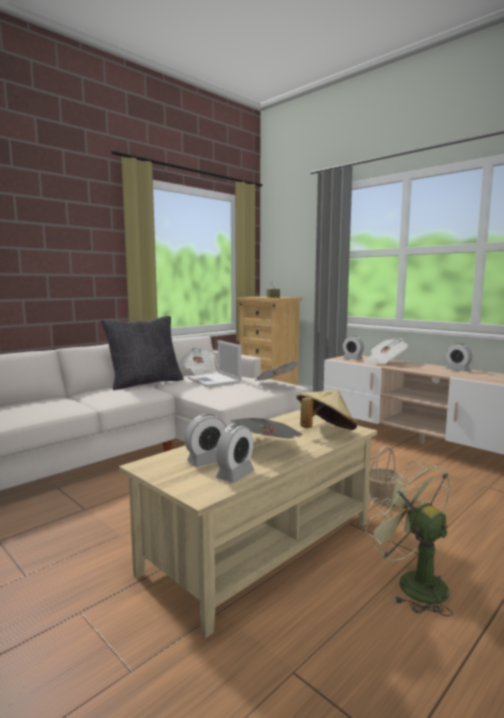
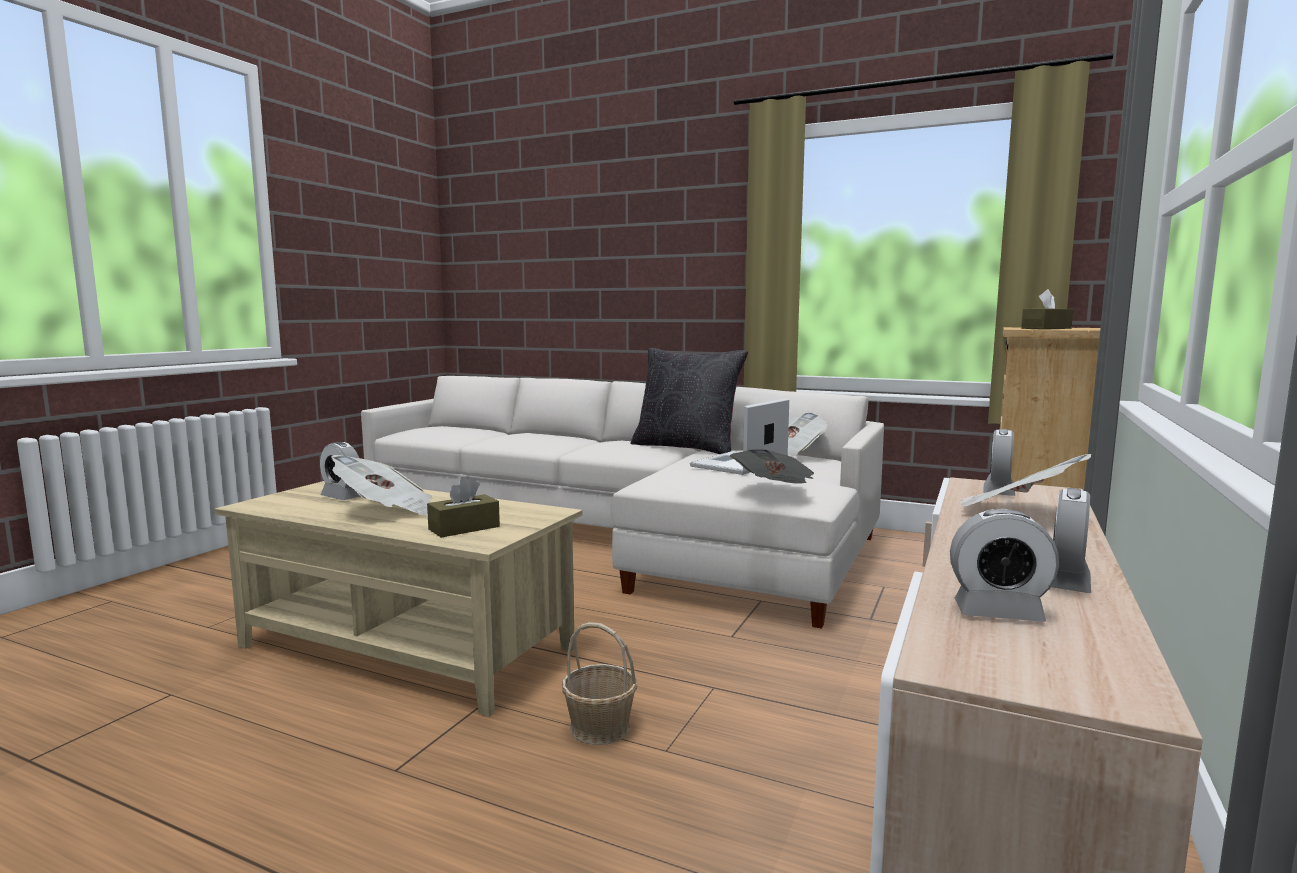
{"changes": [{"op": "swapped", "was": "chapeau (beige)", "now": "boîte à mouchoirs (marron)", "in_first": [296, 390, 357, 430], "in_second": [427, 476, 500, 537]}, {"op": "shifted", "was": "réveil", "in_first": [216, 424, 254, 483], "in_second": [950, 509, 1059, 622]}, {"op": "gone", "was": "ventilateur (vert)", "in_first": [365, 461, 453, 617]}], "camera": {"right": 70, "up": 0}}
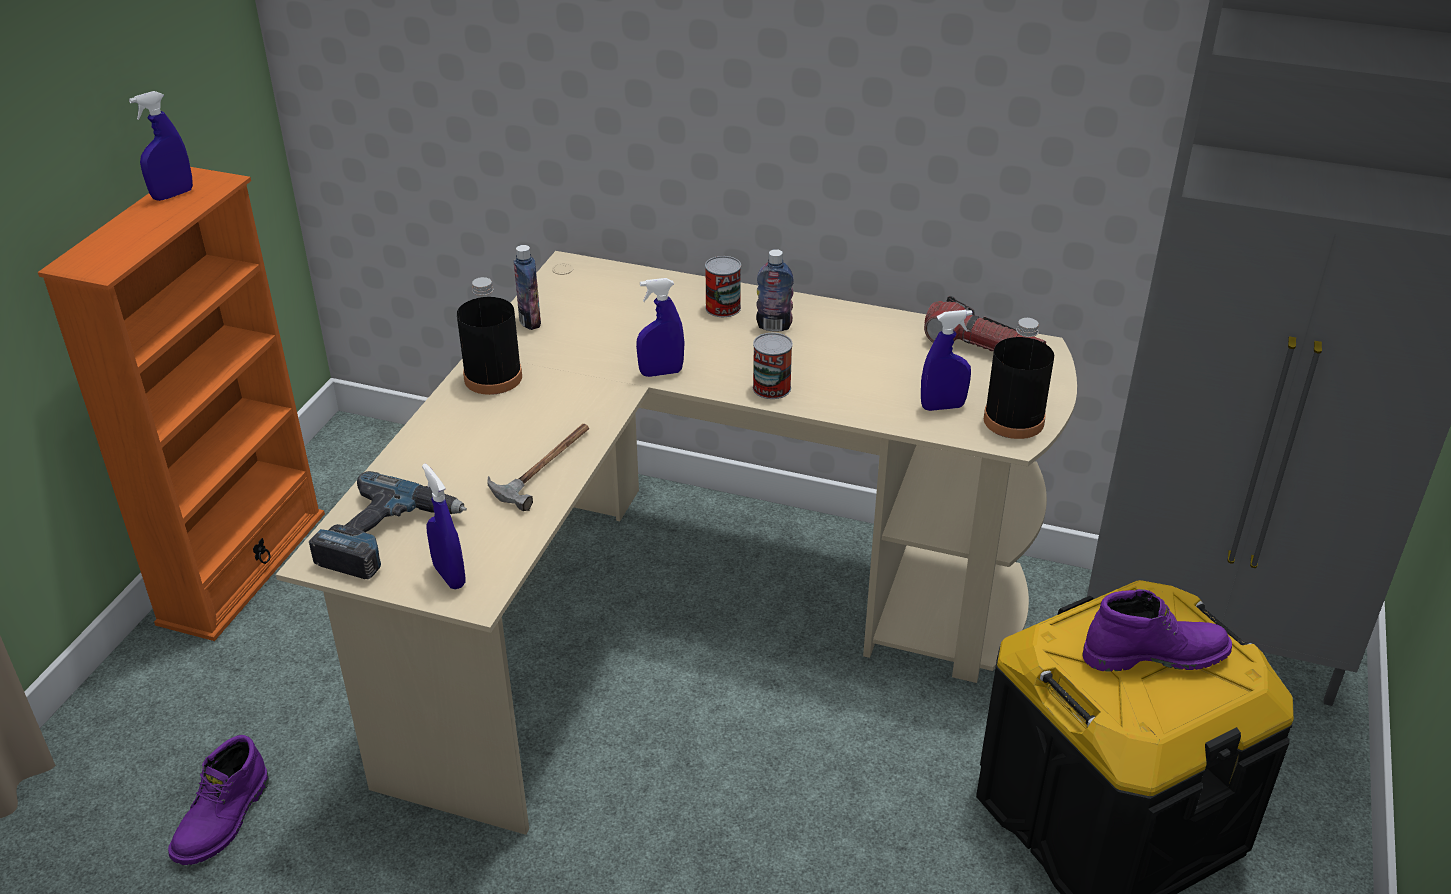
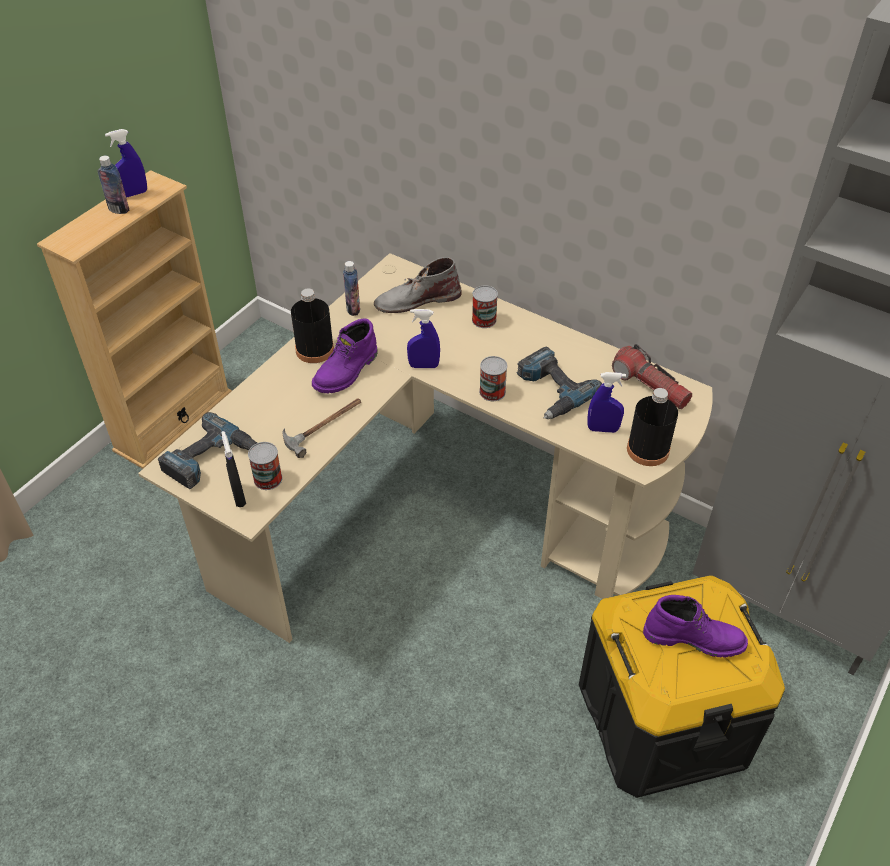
{"changes": [{"op": "repainted", "was": "bibliothèque (orange)", "now": "bibliothèque (beige)", "in_first": [38, 167, 325, 641], "in_second": [37, 170, 232, 469]}, {"op": "shifted", "was": "bouteille", "in_first": [756, 249, 794, 331], "in_second": [98, 156, 129, 214]}, {"op": "repainted", "was": "vaporisateur (bleu)", "now": "vaporisateur (noir)", "in_first": [422, 464, 465, 589], "in_second": [221, 431, 246, 507]}, {"op": "shifted", "was": "botte (violet)", "in_first": [168, 735, 269, 865], "in_second": [312, 319, 377, 393]}, {"op": "new", "now": "botte (gris)", "in_second": [374, 257, 461, 313]}, {"op": "new", "now": "perceuse", "in_second": [517, 347, 602, 419]}, {"op": "new", "now": "boîte métallique", "in_second": [248, 442, 282, 490]}], "camera": {"right": 15, "up": 10}}
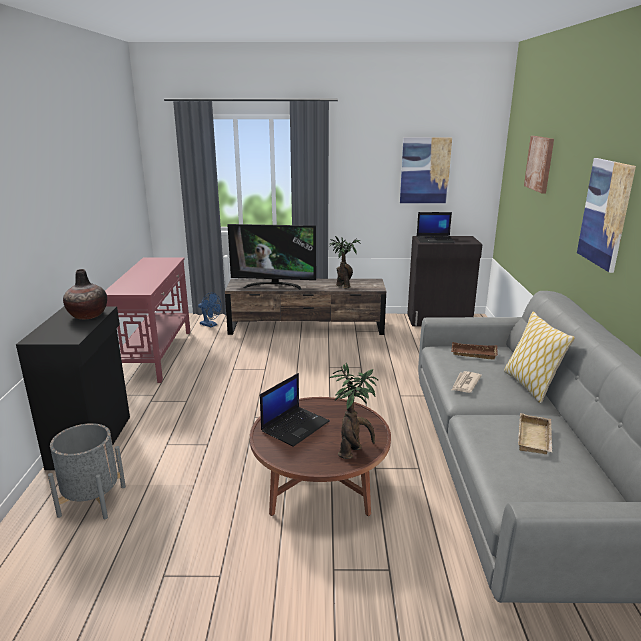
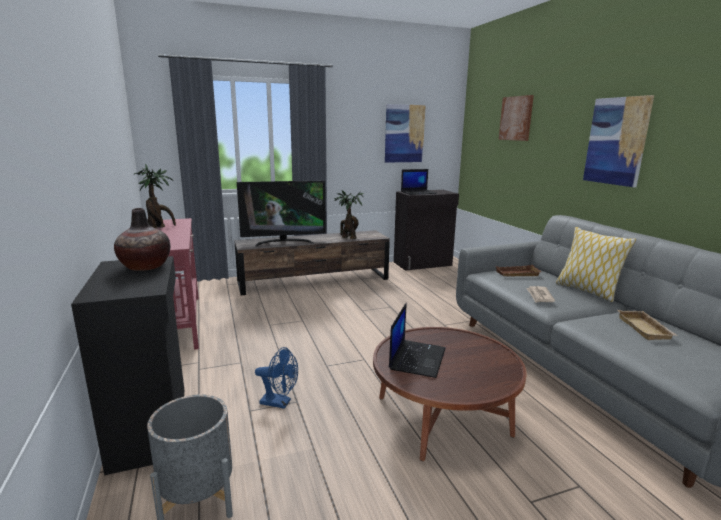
{"changes": [{"op": "shifted", "was": "ventilateur (bleu)", "in_first": [198, 293, 222, 327], "in_second": [255, 347, 298, 409]}, {"op": "shifted", "was": "plante en pot", "in_first": [329, 363, 379, 459], "in_second": [134, 164, 176, 229]}], "camera": {"right": -20, "up": -5}}
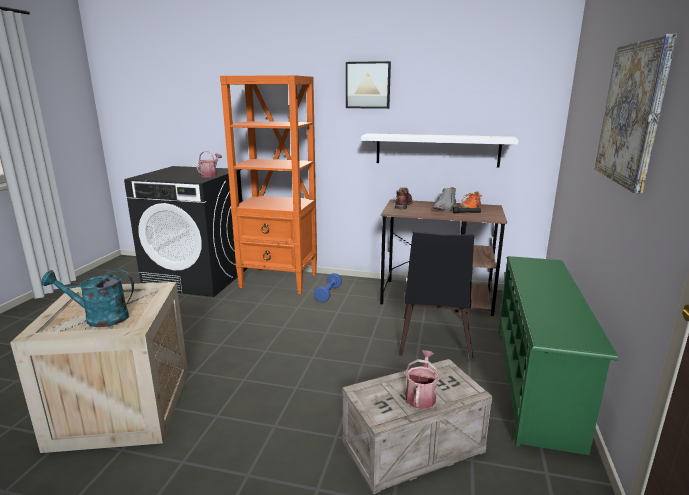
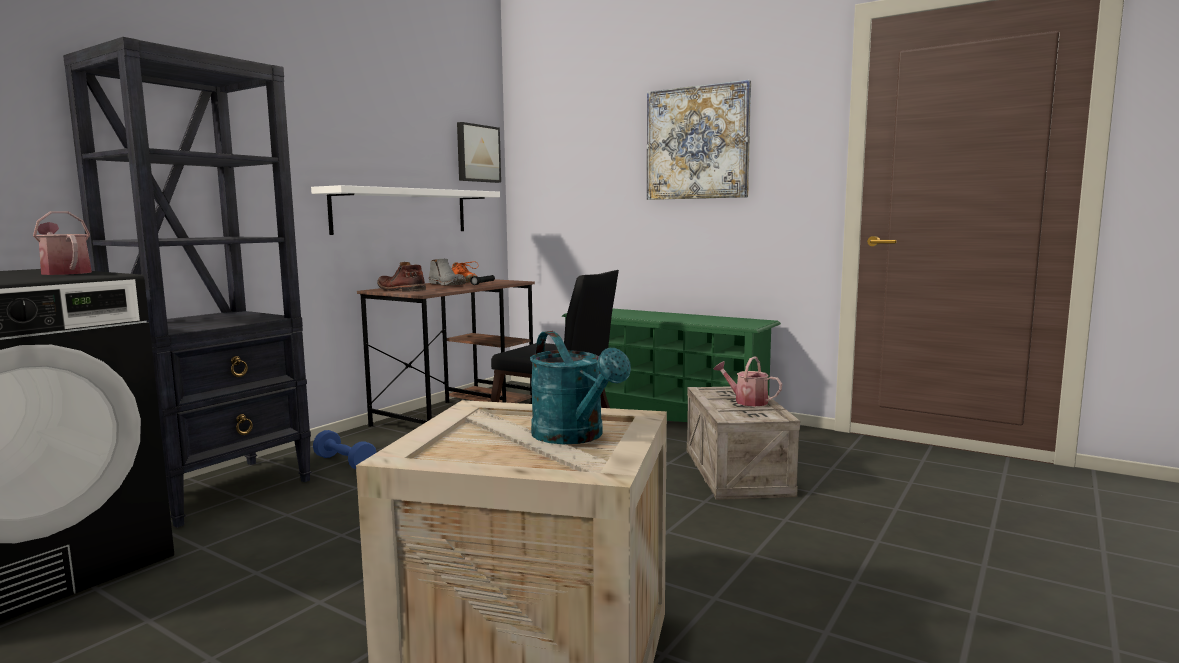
{"changes": [{"op": "shifted", "was": "tableau", "in_first": [346, 61, 391, 109], "in_second": [457, 122, 501, 183]}, {"op": "repainted", "was": "bibliothèque (orange)", "now": "bibliothèque (noir)", "in_first": [220, 75, 317, 294], "in_second": [63, 37, 311, 528]}, {"op": "rotated", "was": "arrosoir (turquoise)", "in_first": [41, 269, 134, 327], "in_second": [530, 331, 631, 444], "clockwise": -45}], "camera": {"right": -70, "up": -10}}
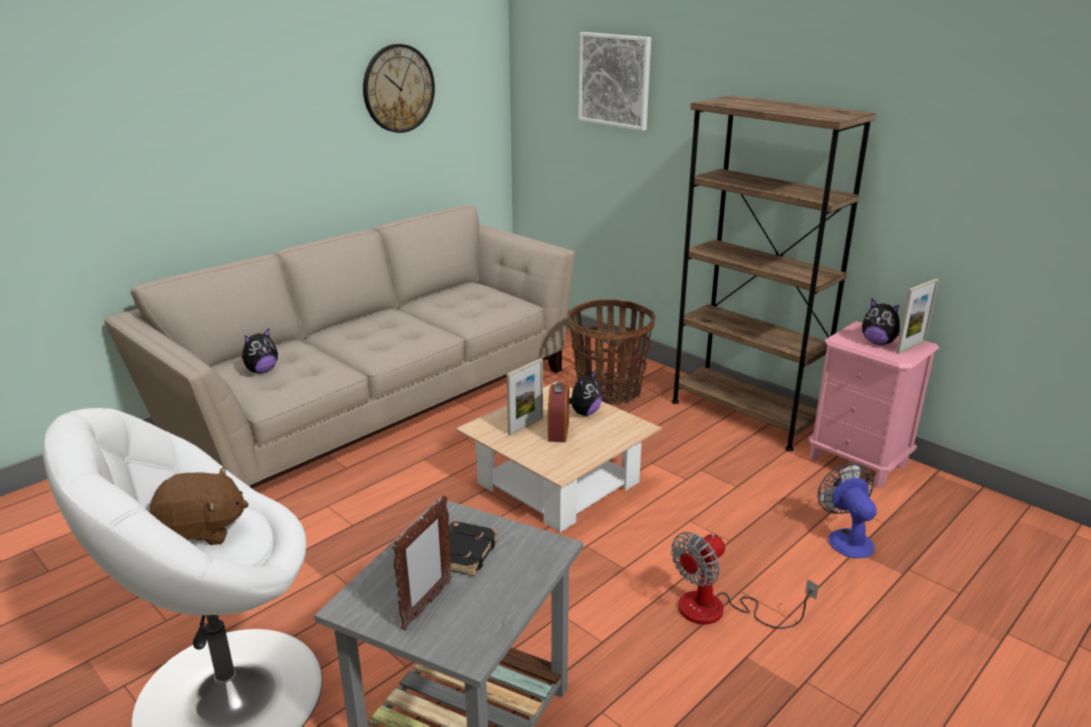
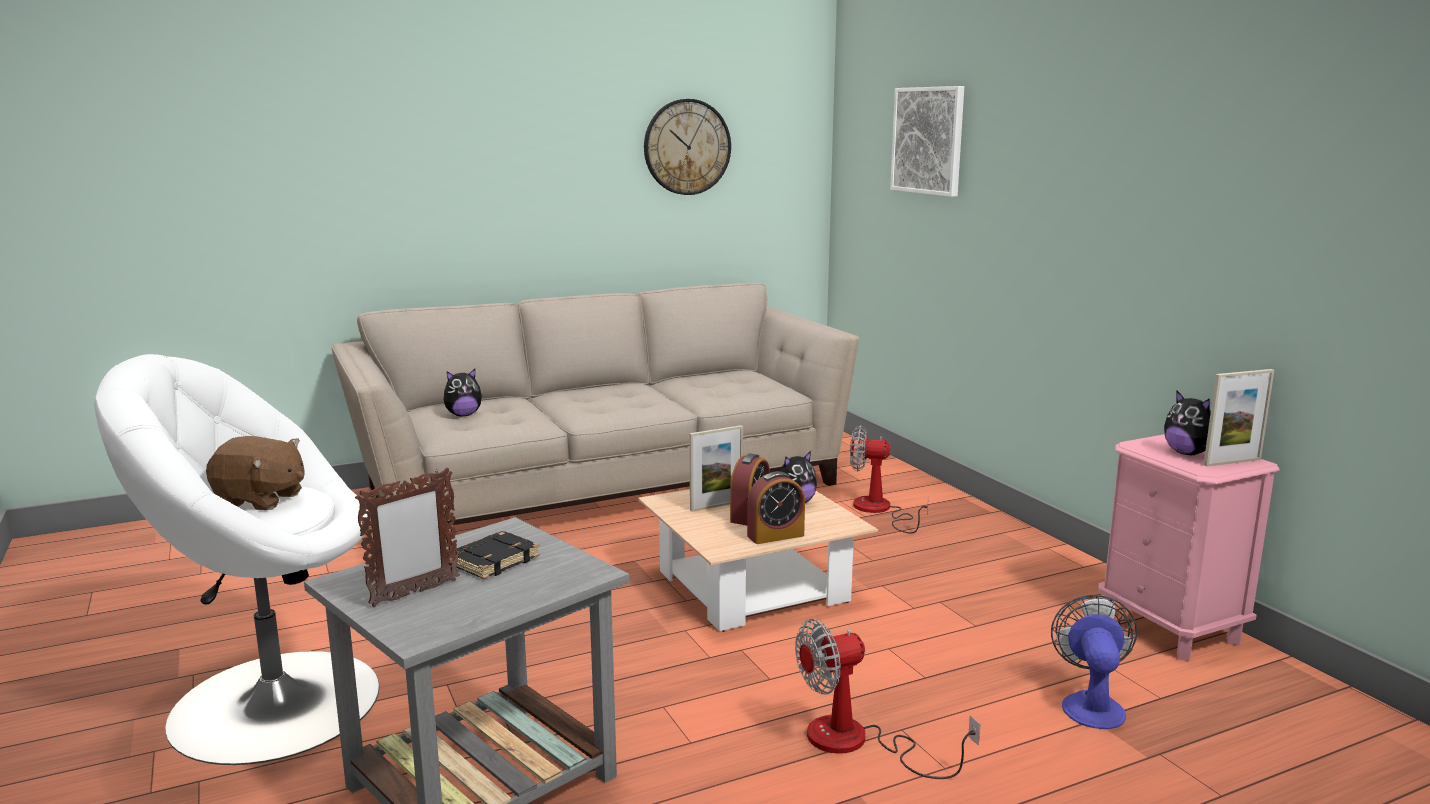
{"changes": [{"op": "gone", "was": "bibliothèque (marron)", "in_first": [671, 95, 877, 451]}, {"op": "swapped", "was": "panier", "now": "ventilateur", "in_first": [568, 299, 655, 405], "in_second": [850, 426, 928, 534]}, {"op": "new", "now": "réveil", "in_second": [747, 471, 805, 544]}], "camera": {"right": 20, "up": -10}}
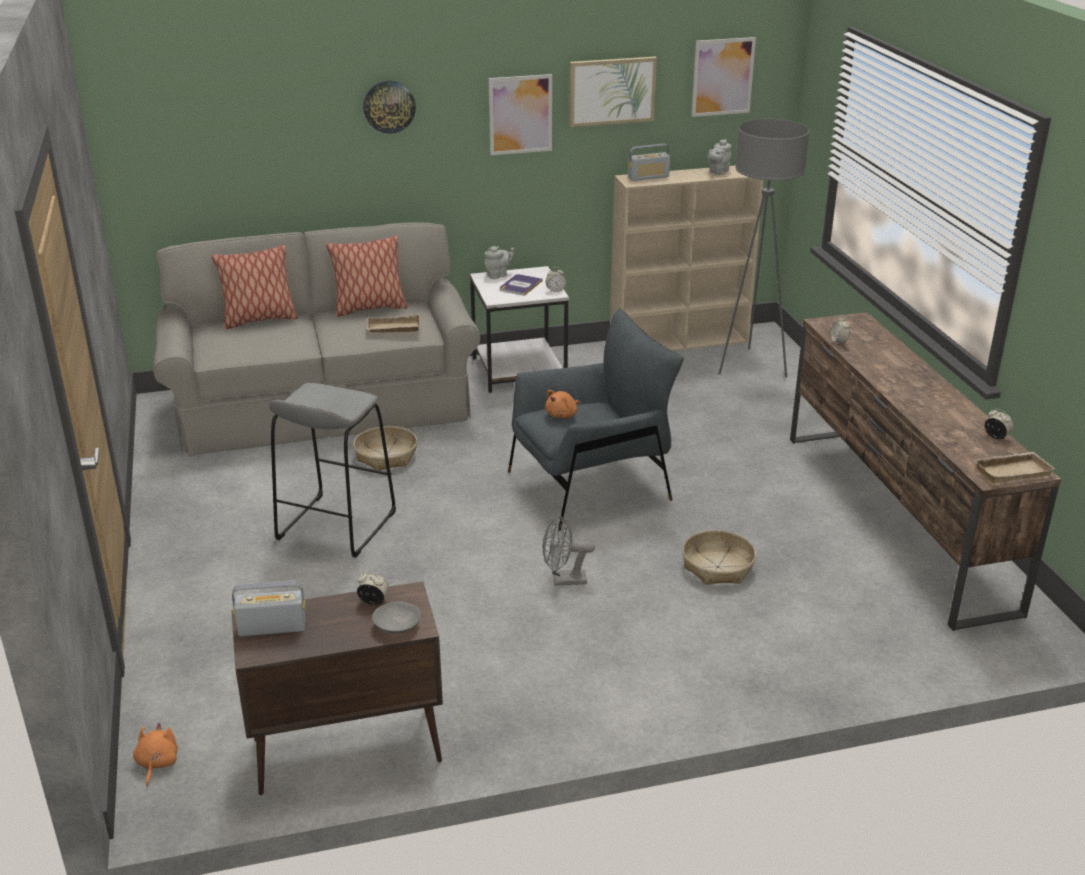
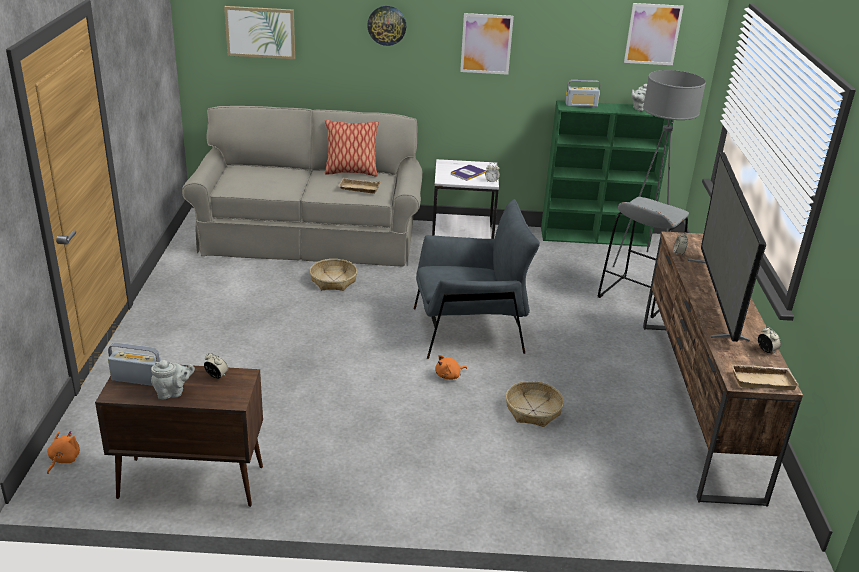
{"changes": [{"op": "shifted", "was": "tableau", "in_first": [569, 57, 657, 127], "in_second": [224, 6, 295, 59]}, {"op": "repainted", "was": "bibliothèque (beige)", "now": "bibliothèque (vert)", "in_first": [610, 166, 764, 351], "in_second": [541, 100, 674, 247]}, {"op": "gone", "was": "coussin", "in_first": [211, 245, 298, 329]}, {"op": "shifted", "was": "théière (gris)", "in_first": [484, 246, 514, 279], "in_second": [151, 360, 195, 399]}, {"op": "shifted", "was": "tabouret (gris)", "in_first": [269, 383, 396, 558], "in_second": [598, 197, 689, 318]}, {"op": "shifted", "was": "peluche (orange)", "in_first": [545, 390, 580, 418], "in_second": [435, 355, 467, 380]}, {"op": "gone", "was": "ventilateur (gris)", "in_first": [543, 516, 595, 586]}, {"op": "gone", "was": "bol (gris)", "in_first": [372, 601, 421, 634]}, {"op": "new", "now": "téléviseur", "in_second": [687, 152, 766, 342]}], "camera": {"right": 15, "up": 0}}
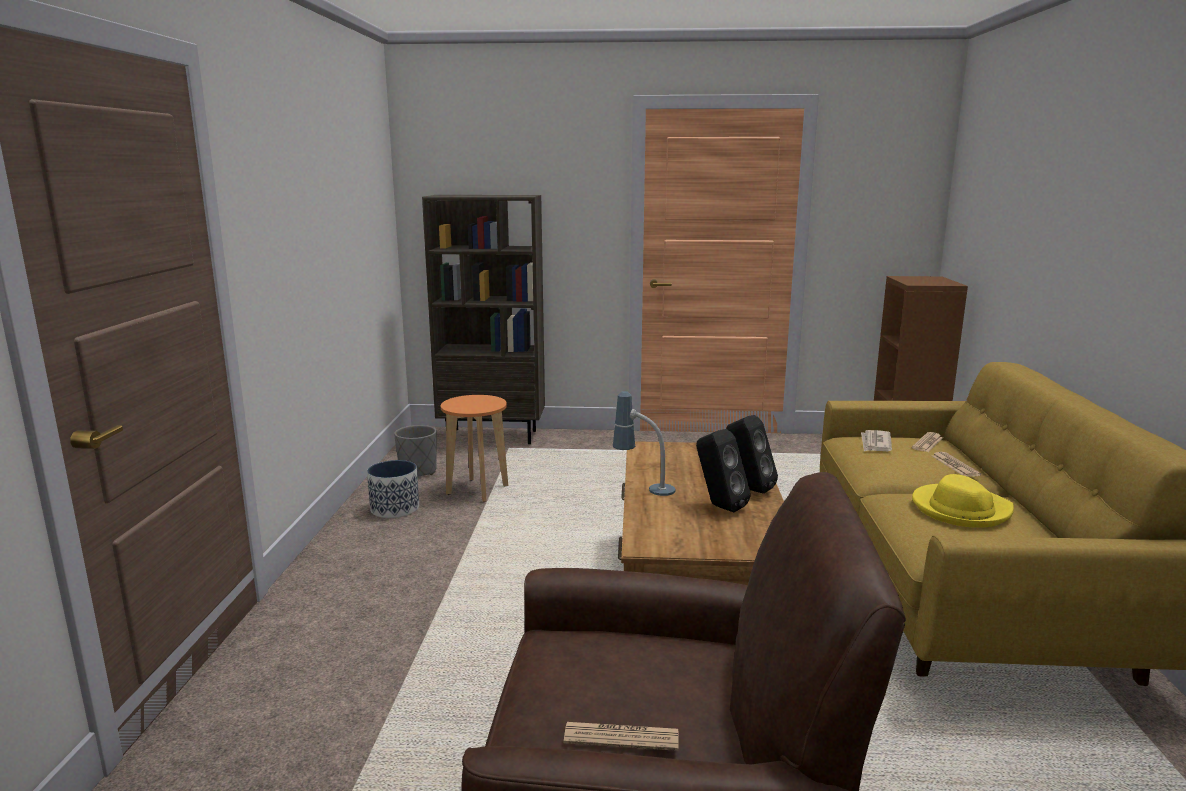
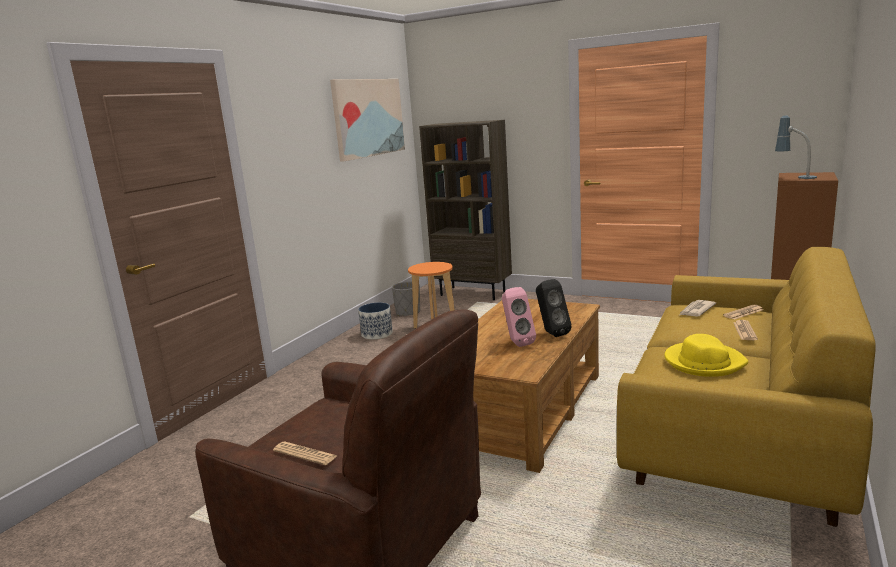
{"changes": [{"op": "shifted", "was": "lampe de table", "in_first": [613, 391, 676, 496], "in_second": [775, 116, 817, 179]}, {"op": "repainted", "was": "enceinte (noir)", "now": "enceinte (rose)", "in_first": [696, 429, 751, 513], "in_second": [502, 287, 536, 347]}, {"op": "new", "now": "tableau", "in_second": [330, 79, 405, 162]}], "camera": {"right": 25, "up": 0}}
